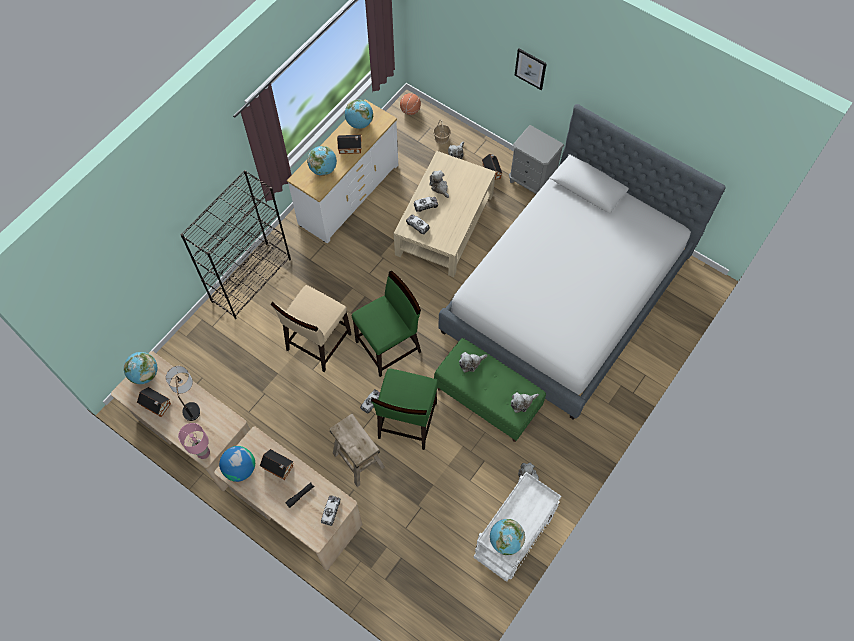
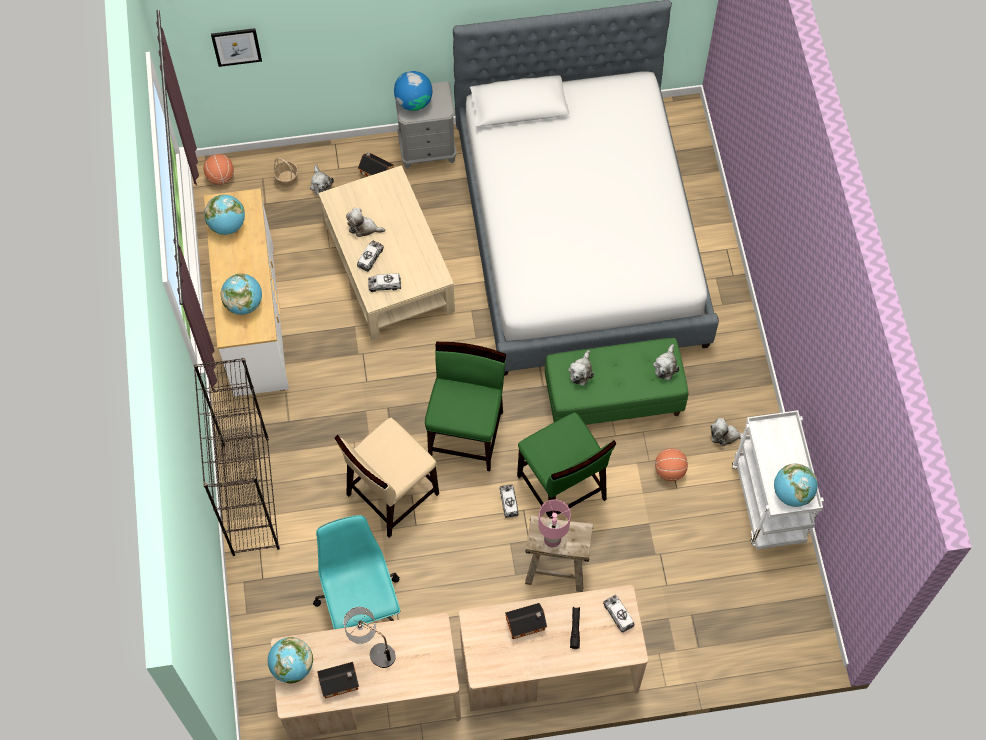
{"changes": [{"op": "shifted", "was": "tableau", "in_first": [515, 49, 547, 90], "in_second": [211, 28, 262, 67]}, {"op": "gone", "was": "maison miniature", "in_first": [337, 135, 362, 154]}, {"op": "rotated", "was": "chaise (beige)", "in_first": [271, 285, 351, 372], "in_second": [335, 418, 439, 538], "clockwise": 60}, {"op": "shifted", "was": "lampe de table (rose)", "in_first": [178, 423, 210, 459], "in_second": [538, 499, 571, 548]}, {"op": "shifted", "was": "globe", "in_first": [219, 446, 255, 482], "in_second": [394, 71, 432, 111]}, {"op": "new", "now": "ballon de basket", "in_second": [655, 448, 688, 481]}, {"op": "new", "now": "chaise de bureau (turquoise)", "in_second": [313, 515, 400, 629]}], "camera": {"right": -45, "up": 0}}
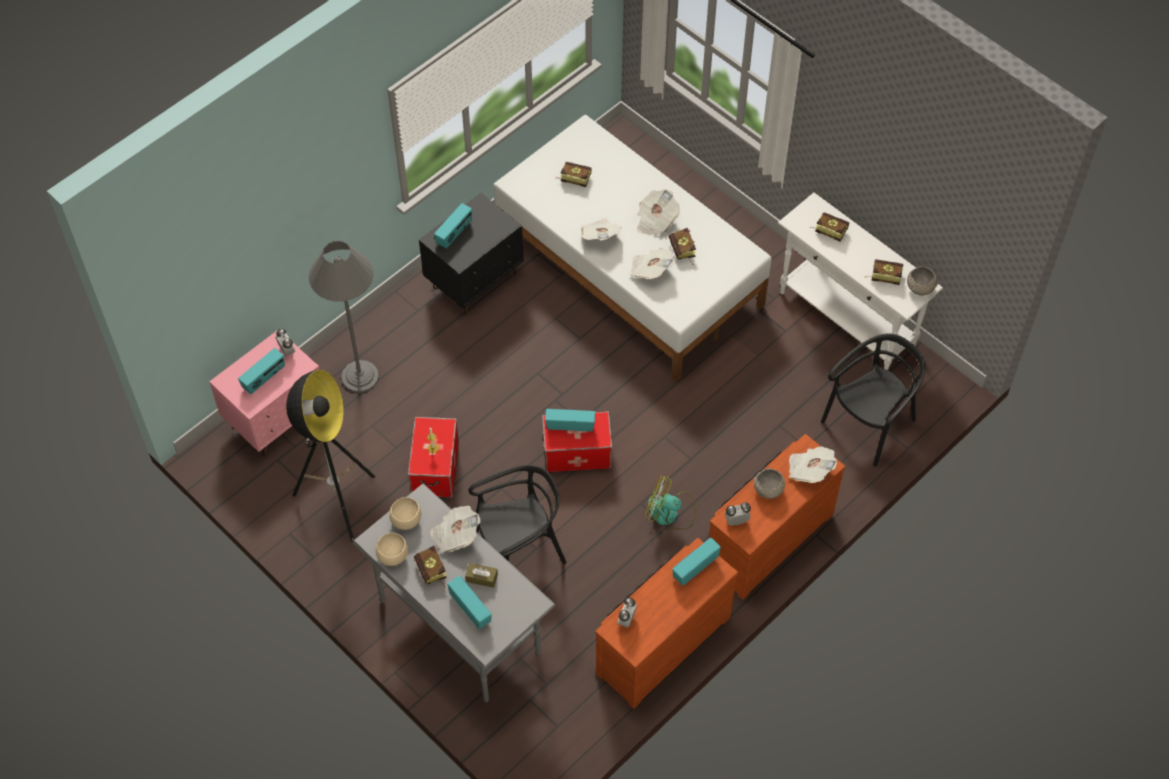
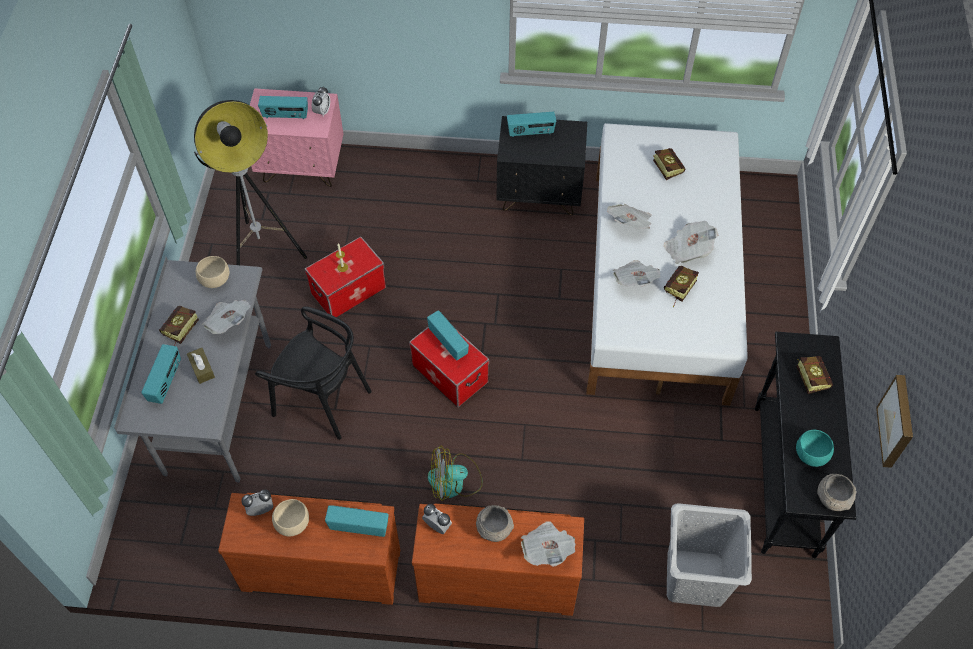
{"changes": [{"op": "repainted", "was": "table console (blanc)", "now": "table console (noir)", "in_first": [778, 193, 943, 370], "in_second": [755, 332, 856, 558]}, {"op": "gone", "was": "lampadaire (gris)", "in_first": [309, 241, 379, 393]}, {"op": "swapped", "was": "livre", "now": "bol (turquoise)", "in_first": [864, 259, 903, 285], "in_second": [796, 430, 834, 467]}, {"op": "swapped", "was": "chaise (noir)", "now": "panier à linge (gris)", "in_first": [821, 334, 925, 466], "in_second": [667, 503, 752, 607]}, {"op": "rotated", "was": "ventilateur", "in_first": [645, 475, 696, 530], "in_second": [428, 446, 483, 501], "clockwise": -75}, {"op": "shifted", "was": "bol (beige)", "in_first": [376, 533, 408, 566], "in_second": [272, 499, 309, 536]}, {"op": "new", "now": "tableau", "in_second": [876, 375, 913, 468]}], "camera": {"right": 50, "up": 0}}
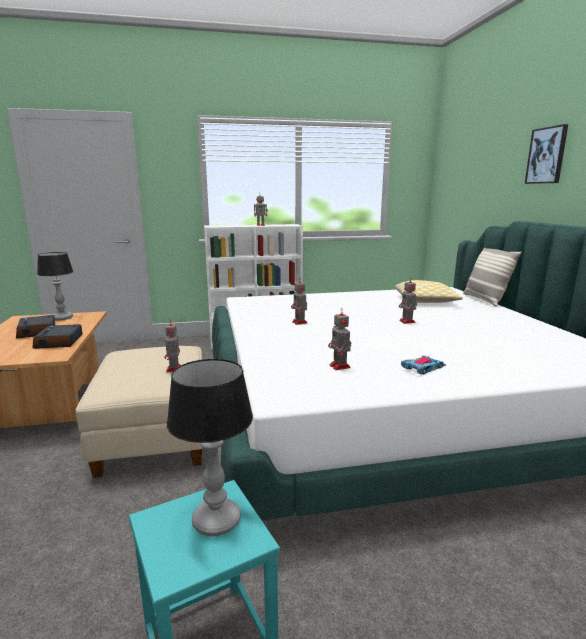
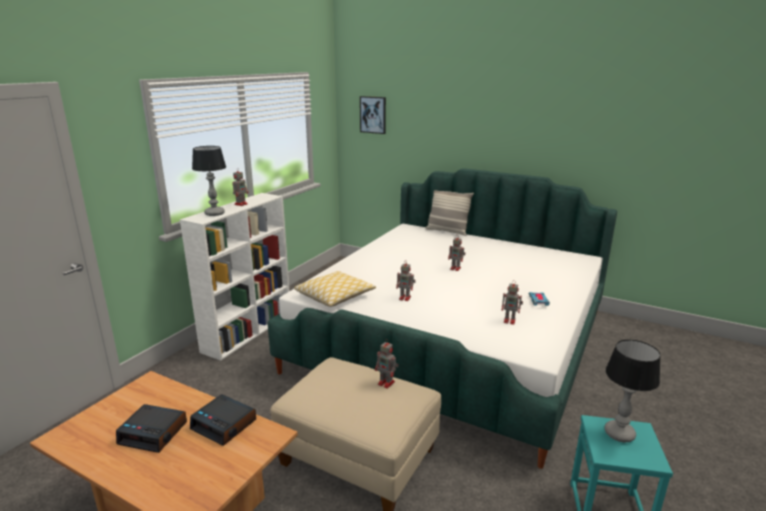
{"changes": [{"op": "shifted", "was": "tableau", "in_first": [525, 124, 568, 184], "in_second": [360, 96, 386, 134]}, {"op": "shifted", "was": "lampe de table", "in_first": [37, 252, 73, 320], "in_second": [192, 146, 226, 216]}, {"op": "shifted", "was": "coussin", "in_first": [395, 280, 463, 303], "in_second": [294, 271, 376, 307]}], "camera": {"right": -50, "up": 5}}
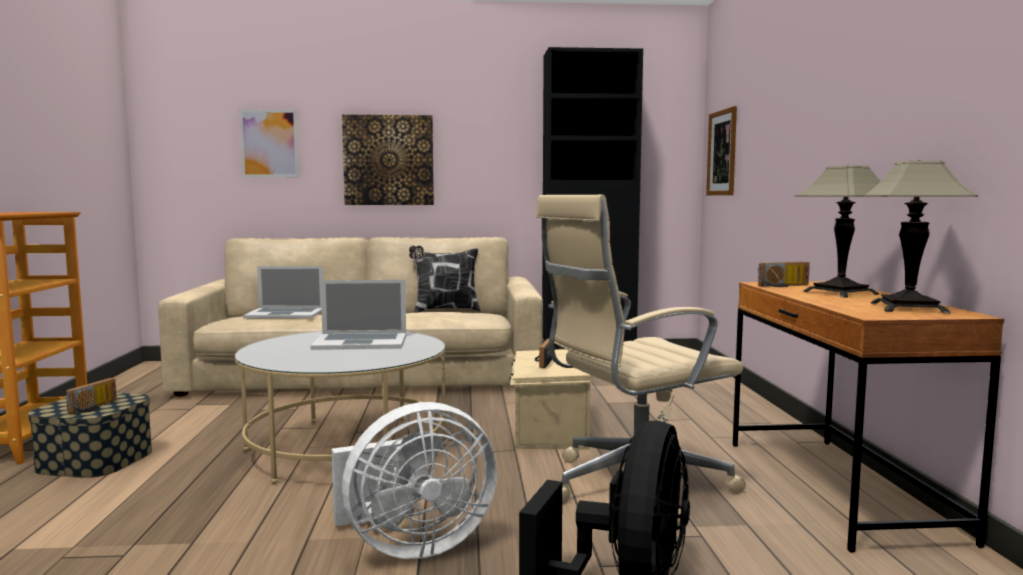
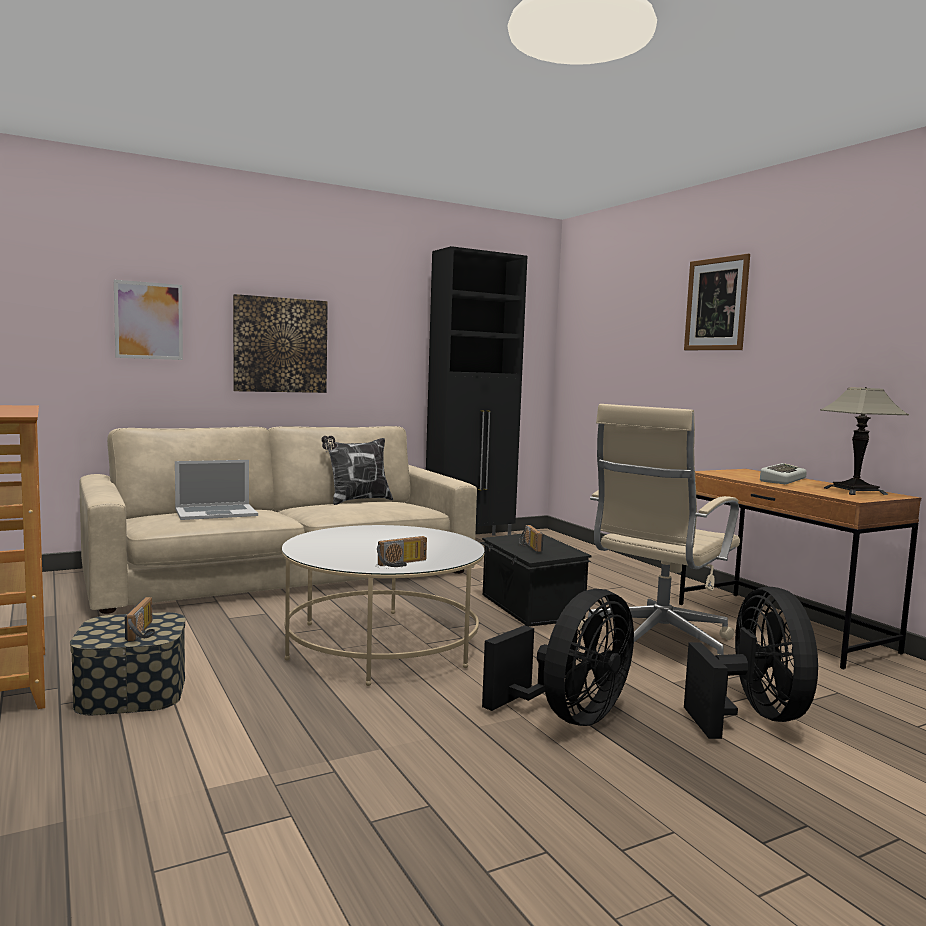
{"changes": [{"op": "shifted", "was": "tableau", "in_first": [706, 106, 737, 195], "in_second": [684, 254, 750, 350]}, {"op": "swapped", "was": "lampe de table", "now": "clavier", "in_first": [795, 165, 881, 298], "in_second": [760, 463, 807, 484]}, {"op": "shifted", "was": "radio", "in_first": [758, 262, 810, 287], "in_second": [377, 536, 427, 567]}, {"op": "gone", "was": "ordinateur portable", "in_first": [310, 280, 406, 349]}, {"op": "repainted", "was": "boîte de rangement (beige)", "now": "boîte de rangement (noir)", "in_first": [510, 349, 593, 450], "in_second": [479, 533, 592, 627]}, {"op": "repainted", "was": "ventilateur (blanc)", "now": "ventilateur (noir)", "in_first": [332, 402, 497, 559], "in_second": [482, 589, 634, 726]}], "camera": {"right": -25, "up": 0}}
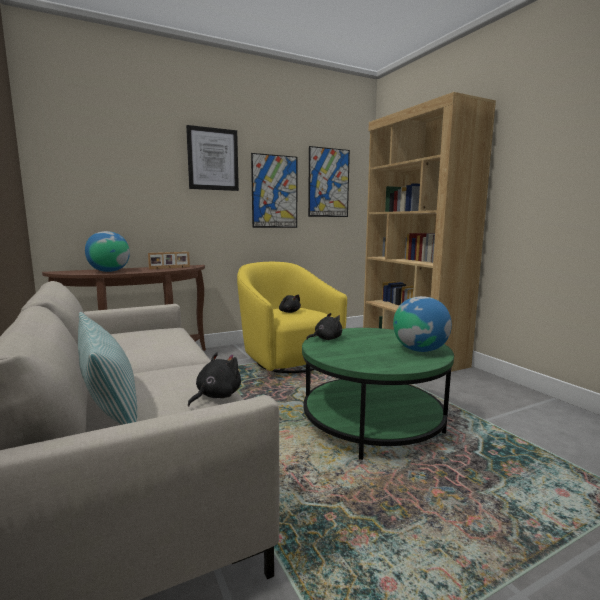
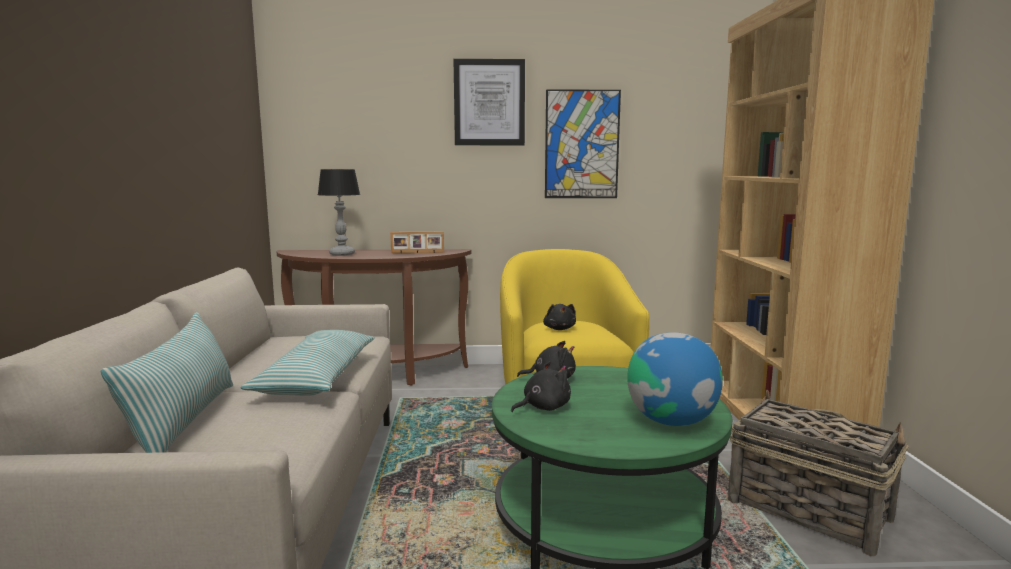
{"changes": [{"op": "gone", "was": "tableau", "in_first": [308, 146, 350, 217]}, {"op": "swapped", "was": "globe", "now": "lampe de table", "in_first": [85, 231, 130, 272], "in_second": [318, 169, 360, 256]}, {"op": "shifted", "was": "peluche (noir)", "in_first": [188, 353, 241, 406], "in_second": [511, 362, 571, 412]}, {"op": "new", "now": "coussin", "in_second": [240, 330, 375, 396]}, {"op": "new", "now": "panier", "in_second": [728, 390, 909, 556]}], "camera": {"right": 25, "up": 0}}
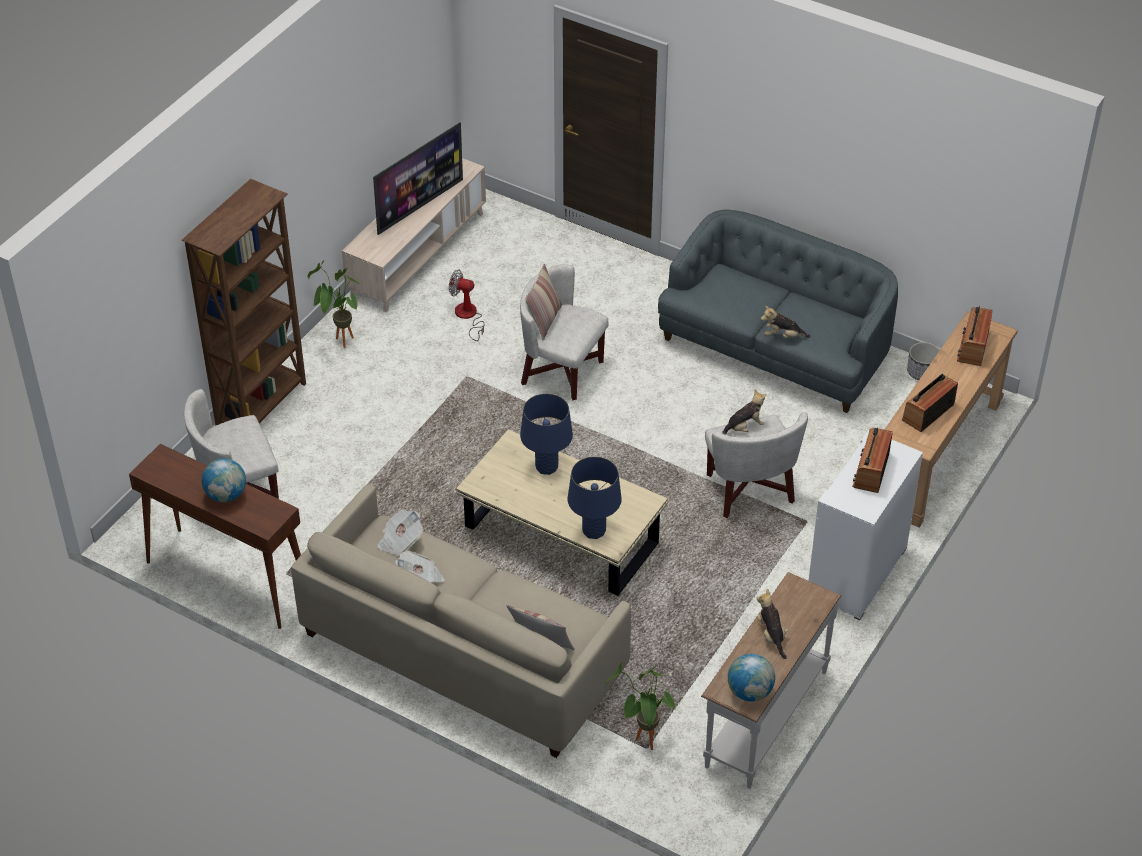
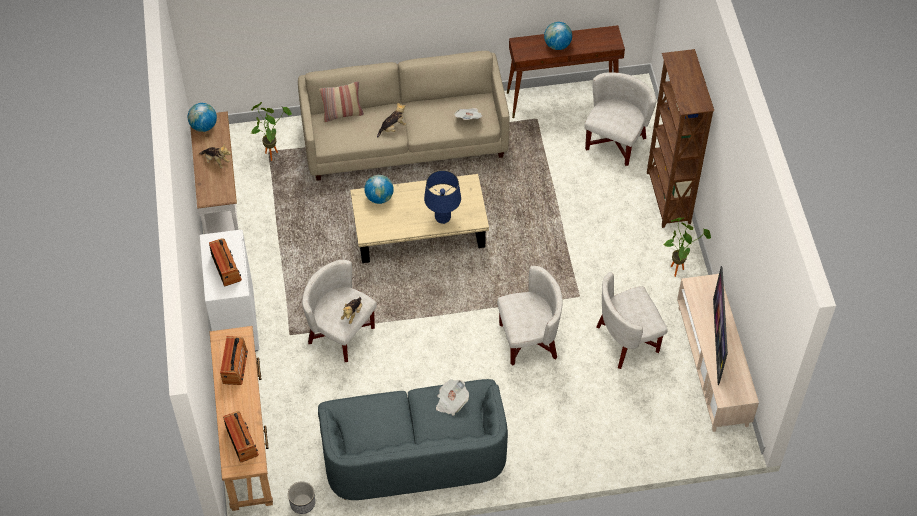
{"changes": [{"op": "gone", "was": "coussin", "in_first": [525, 264, 562, 340]}, {"op": "swapped", "was": "ventilateur", "now": "fauteuil (blanc)", "in_first": [449, 270, 485, 341], "in_second": [596, 272, 668, 369]}, {"op": "shifted", "was": "peluche", "in_first": [761, 306, 810, 338], "in_second": [377, 102, 406, 138]}, {"op": "swapped", "was": "lampe de table (bleu)", "now": "globe", "in_first": [567, 457, 622, 539], "in_second": [364, 175, 394, 204]}, {"op": "shifted", "was": "journal", "in_first": [395, 551, 445, 582], "in_second": [436, 379, 469, 415]}], "camera": {"right": 140, "up": 10}}
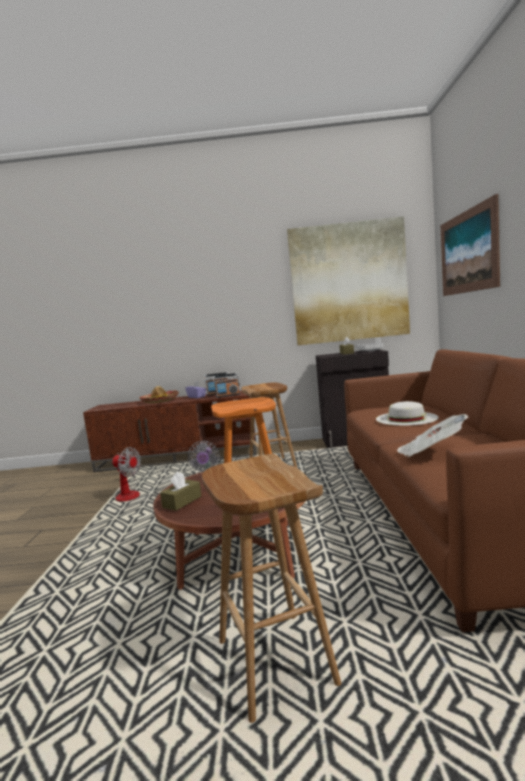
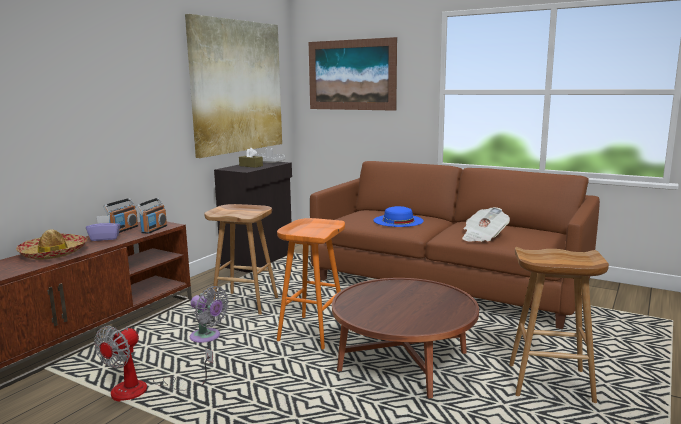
{"changes": [{"op": "repainted", "was": "chapeau (blanc)", "now": "chapeau (bleu)", "in_first": [376, 401, 439, 426], "in_second": [374, 206, 424, 227]}, {"op": "rotated", "was": "ventilateur", "in_first": [112, 447, 141, 501], "in_second": [94, 326, 213, 402], "clockwise": 150}, {"op": "gone", "was": "boîte à mouchoirs (marron)", "in_first": [160, 472, 201, 511]}], "camera": {"right": -60, "up": 5}}
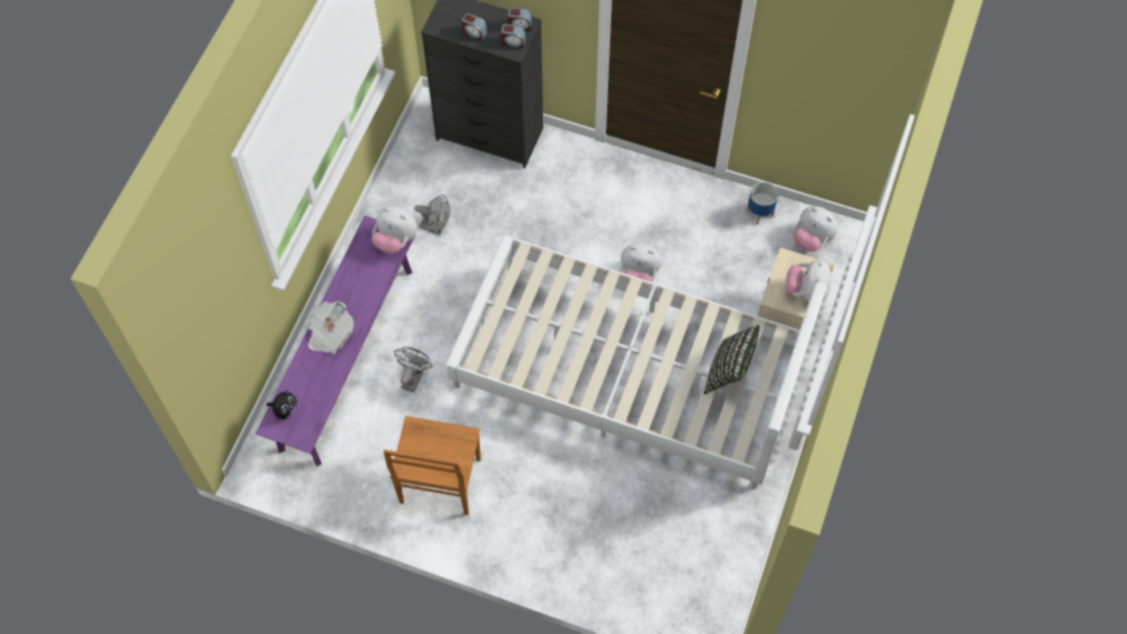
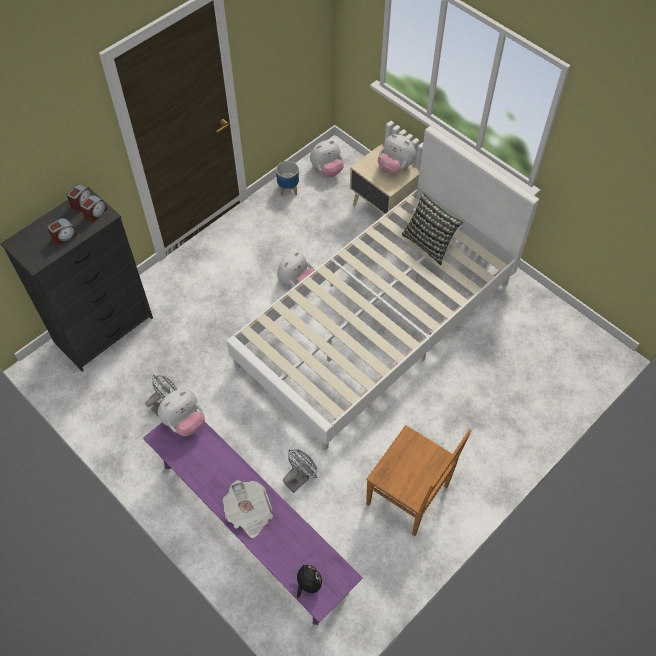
{"changes": [{"op": "rotated", "was": "ventilateur (gris)", "in_first": [394, 347, 432, 393], "in_second": [283, 449, 317, 493], "clockwise": 90}], "camera": {"right": -65, "up": -5}}
